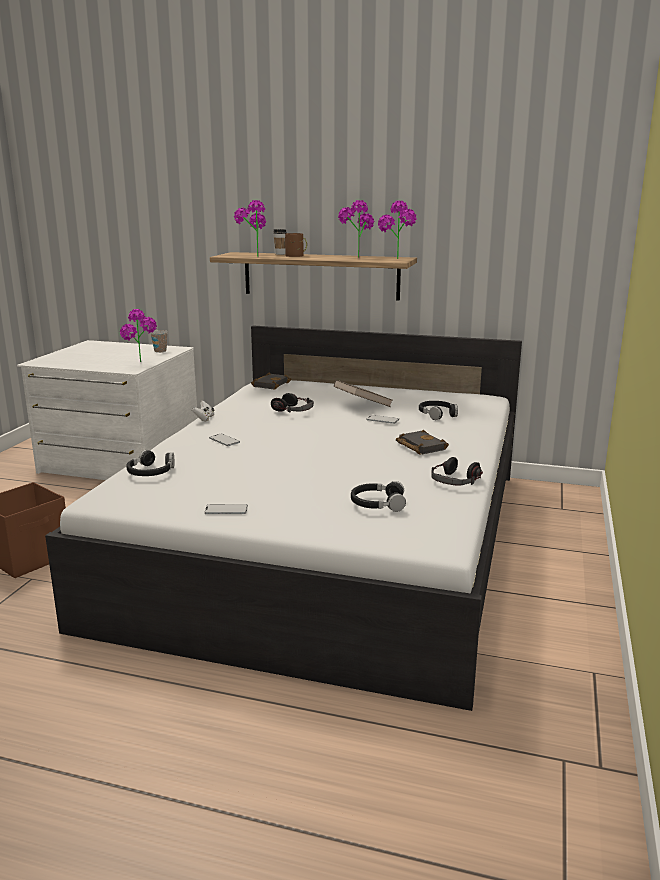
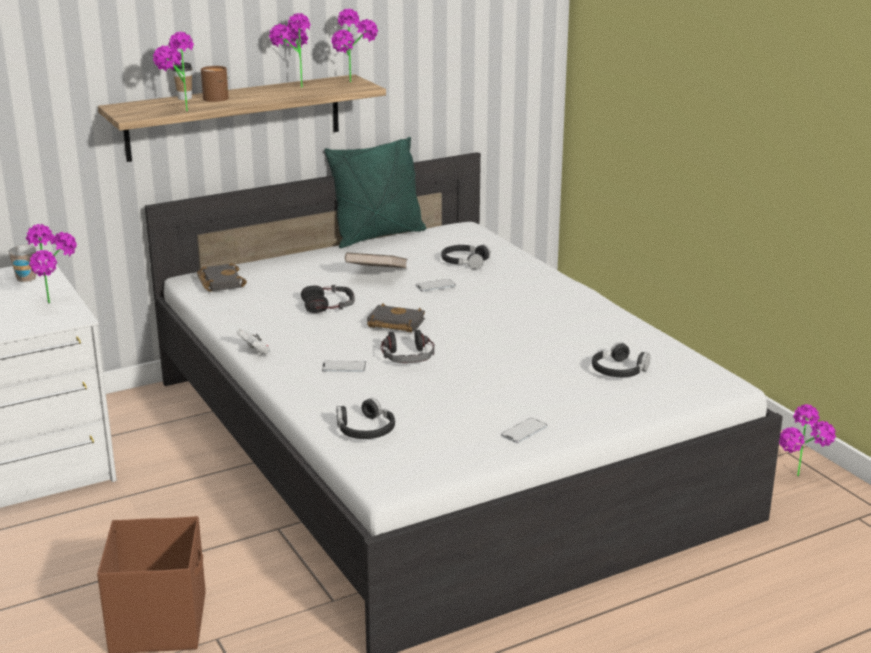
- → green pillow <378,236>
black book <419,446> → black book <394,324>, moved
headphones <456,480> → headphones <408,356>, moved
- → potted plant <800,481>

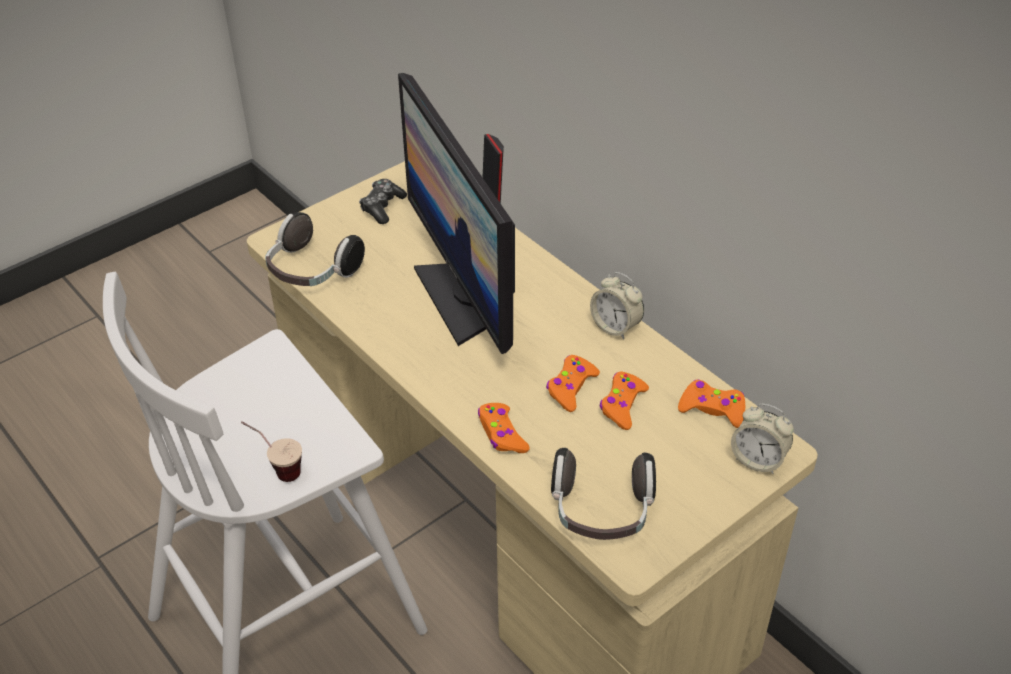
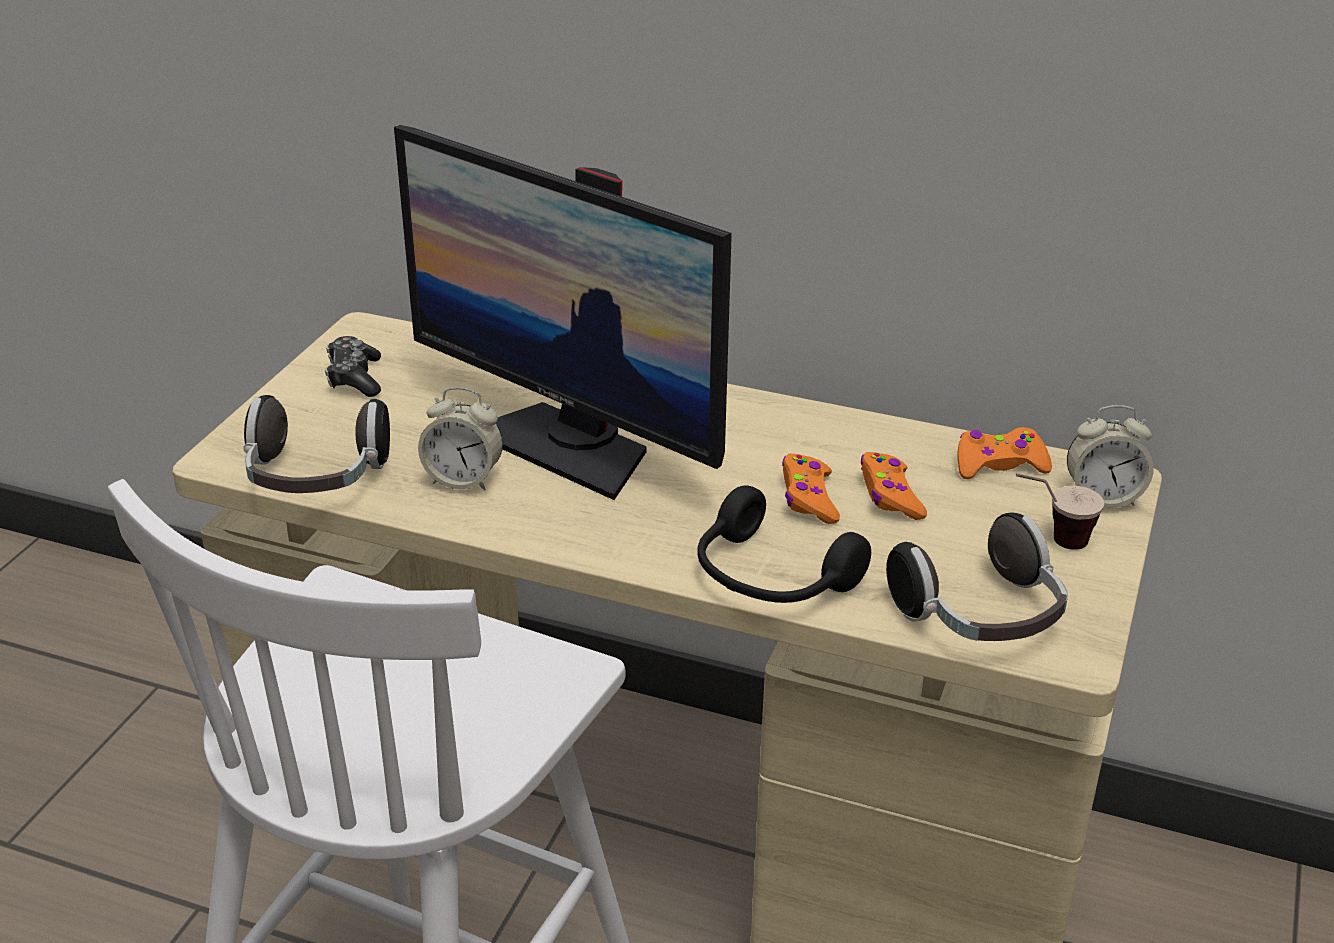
alarm clock <615,327> → alarm clock <463,479>, moved
orange game controller <502,434> → black headphones <770,578>
cup <276,469> → cup <1050,542>, moved

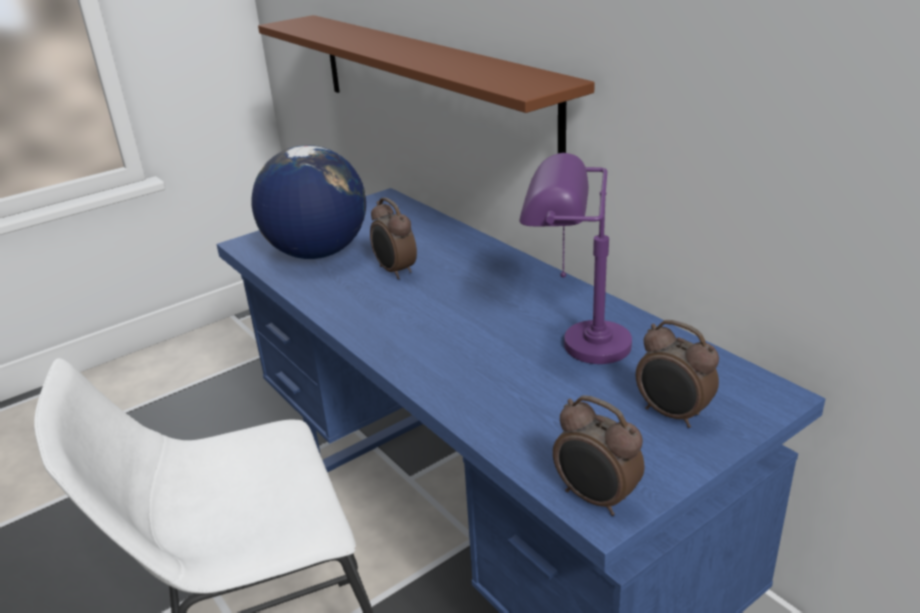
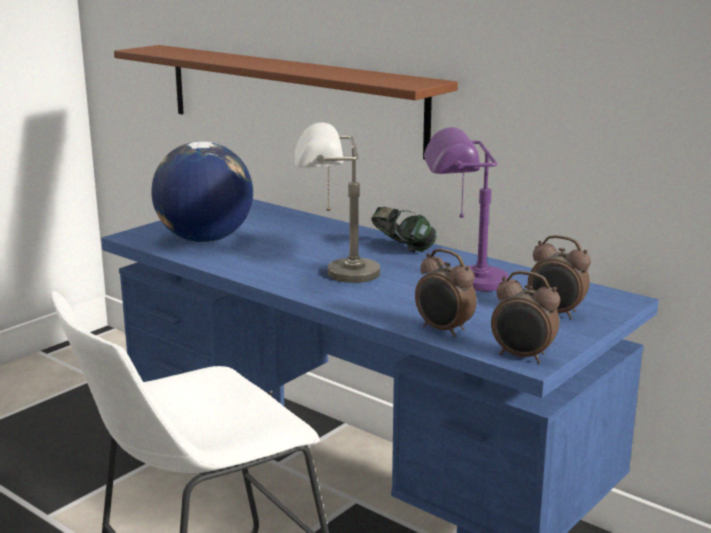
- → grey table lamp <335,274>
- → headphones <402,250>
alarm clock <395,271> → alarm clock <443,330>, moved

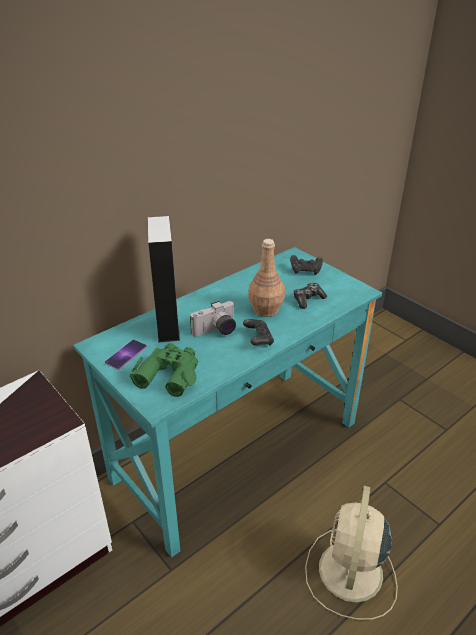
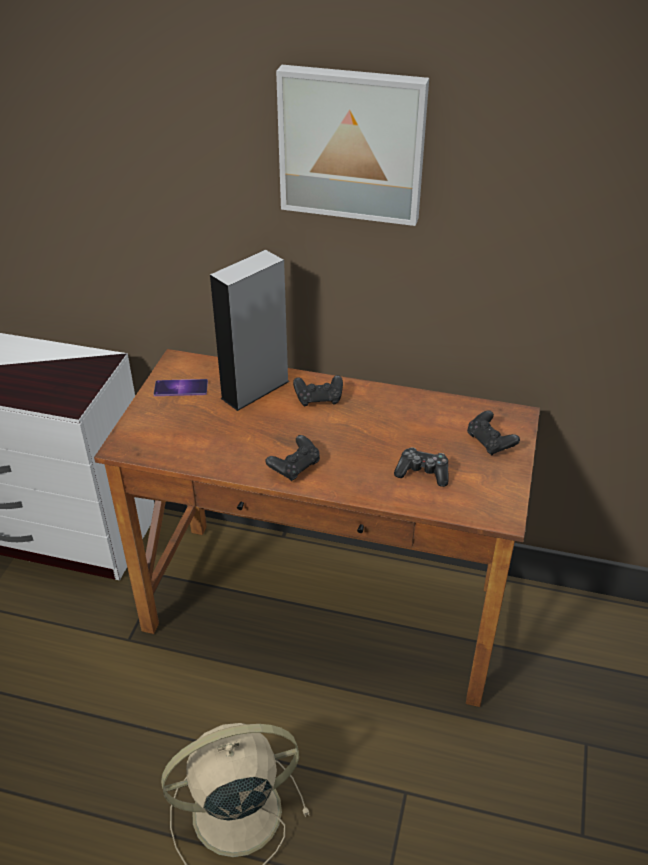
turquoise desk <237,450> → brown desk <324,606>
- → picture <352,144>
- → black game controller <319,399>
green binoculars <169,374> → -
photo camera <216,331> → -
brown bottle <266,309> → -

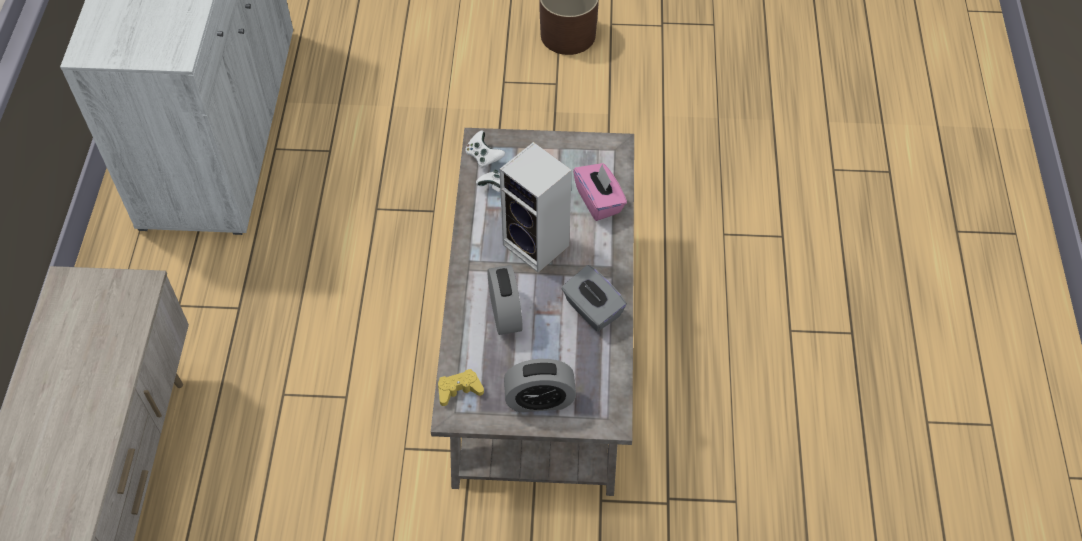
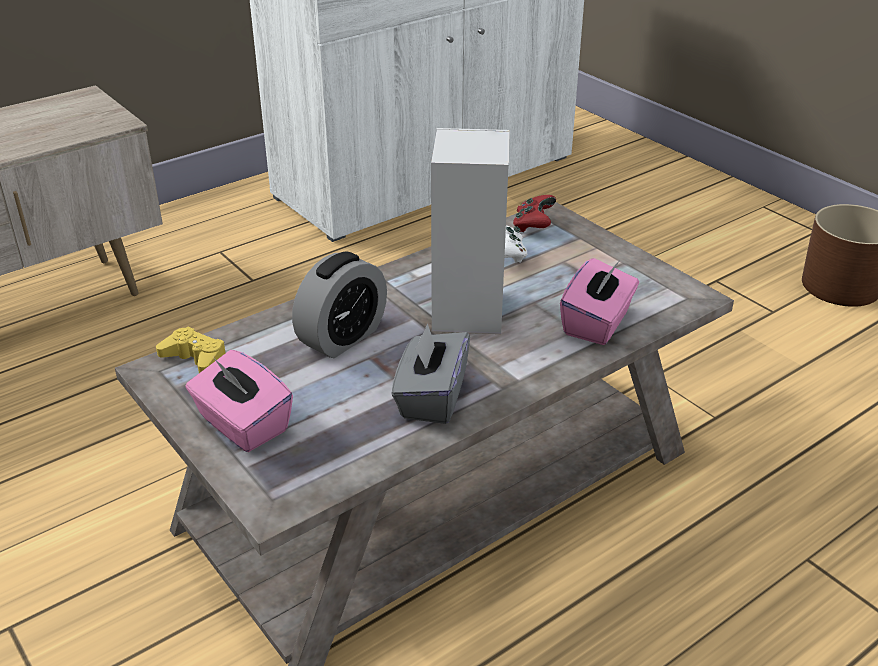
alarm clock <539,400> → pink tissue box <242,425>
white game controller <483,157> → red game controller <533,225>

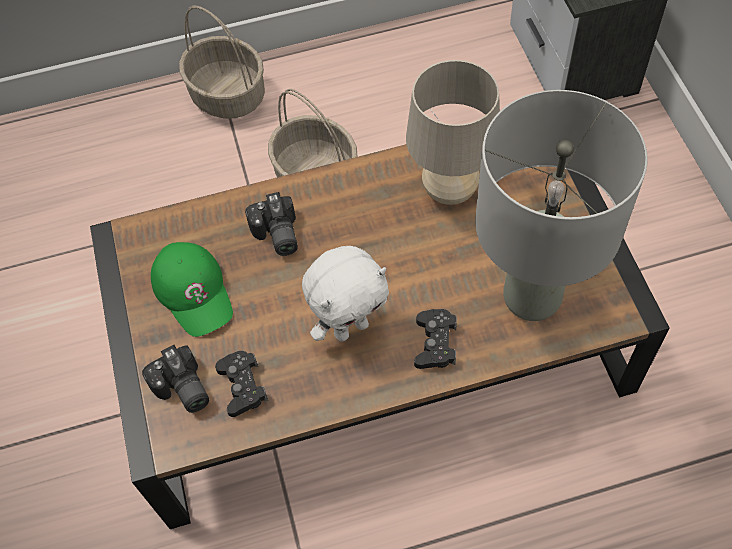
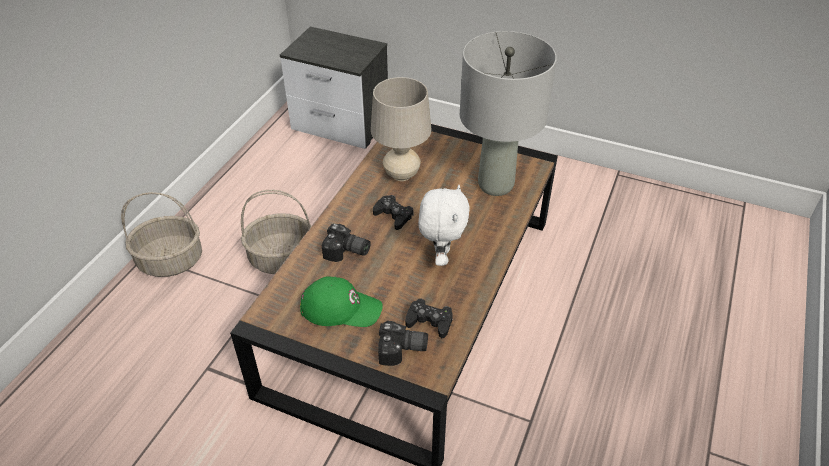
black game controller <435,343> → black game controller <393,216>, moved

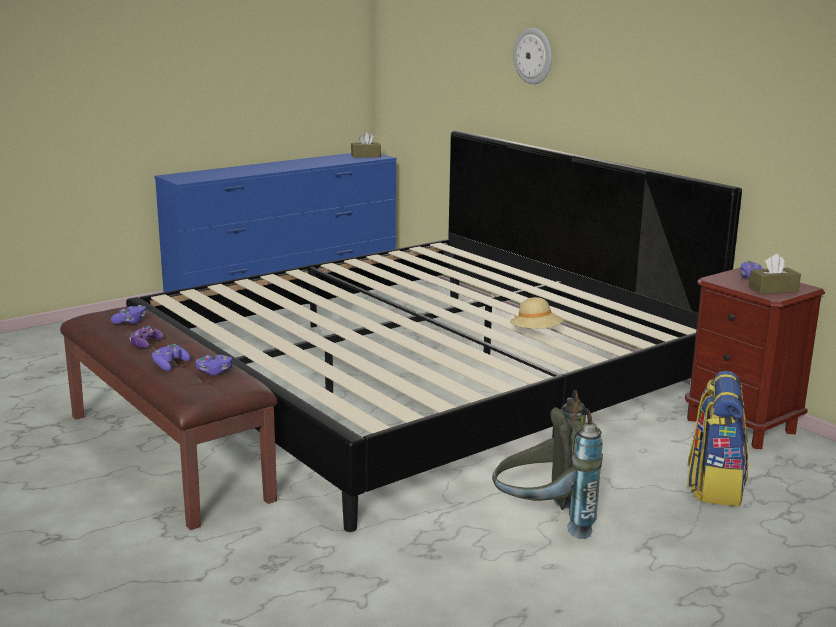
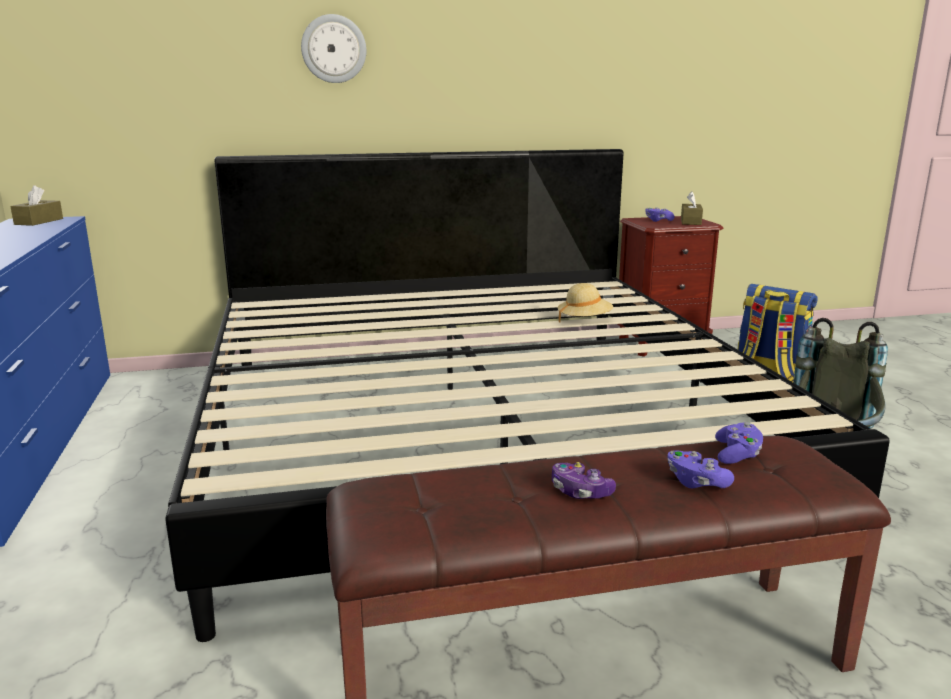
purple game controller <130,322> → -

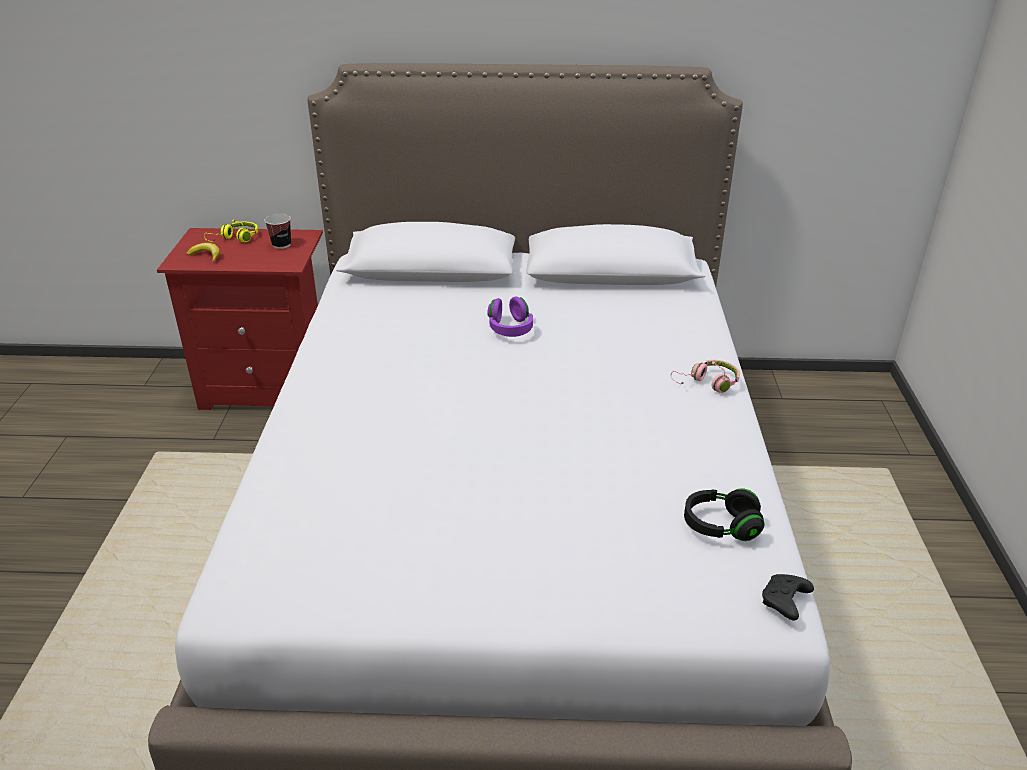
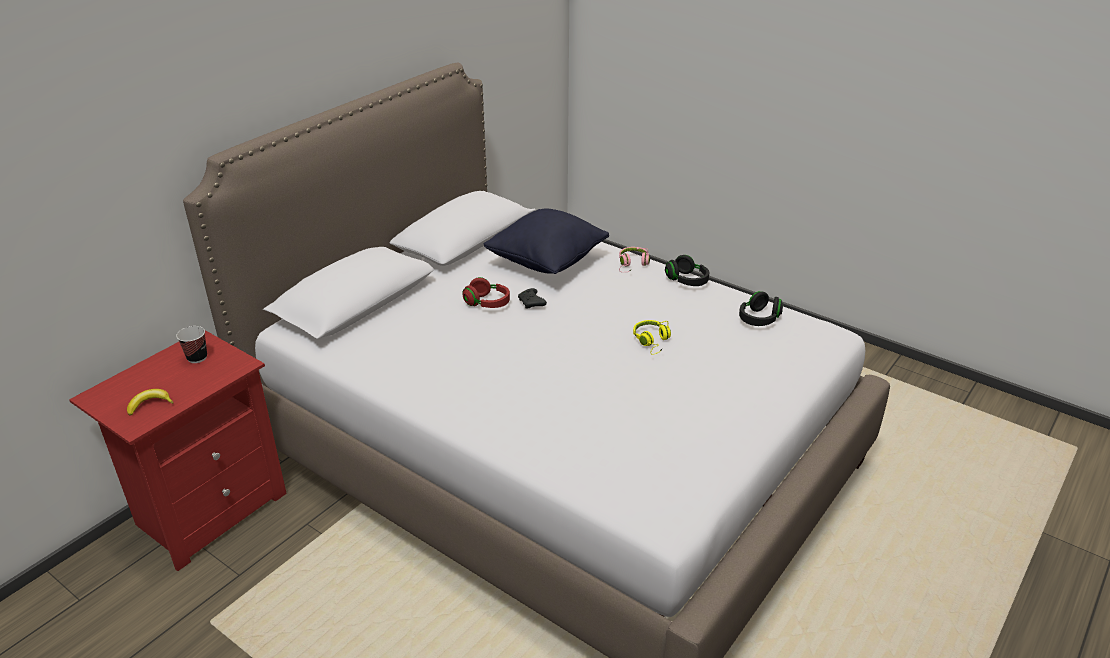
purple headphones <510,329> → red headphones <487,303>
- → black pillow <547,262>
black game controller <785,602> → black game controller <532,303>, moved
yellow headphones <235,239> → yellow headphones <652,341>, moved
- → black headphones <687,281>

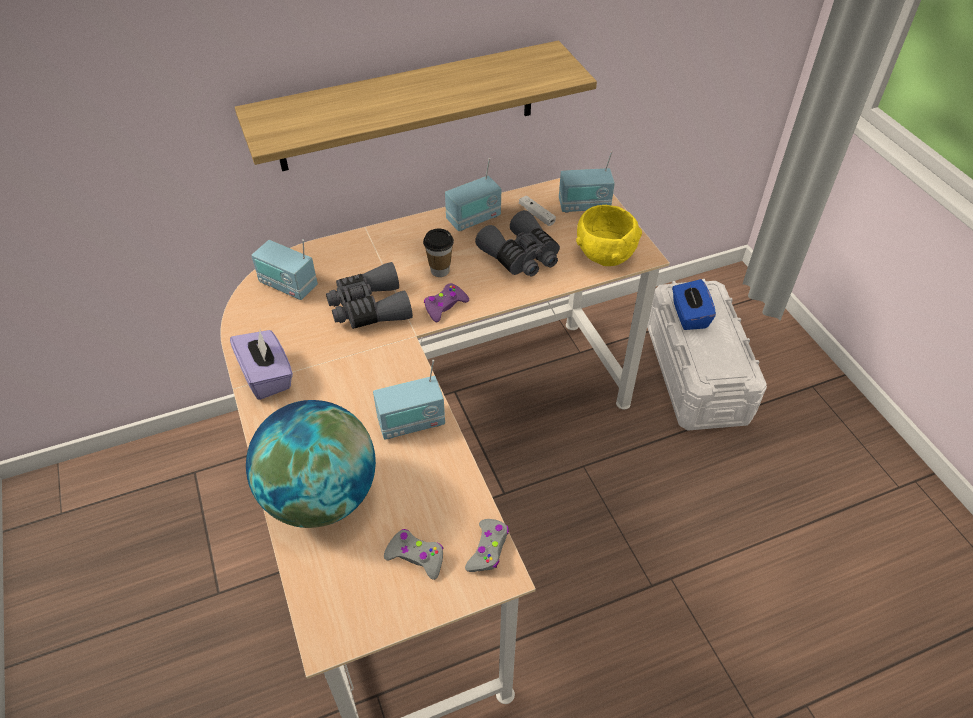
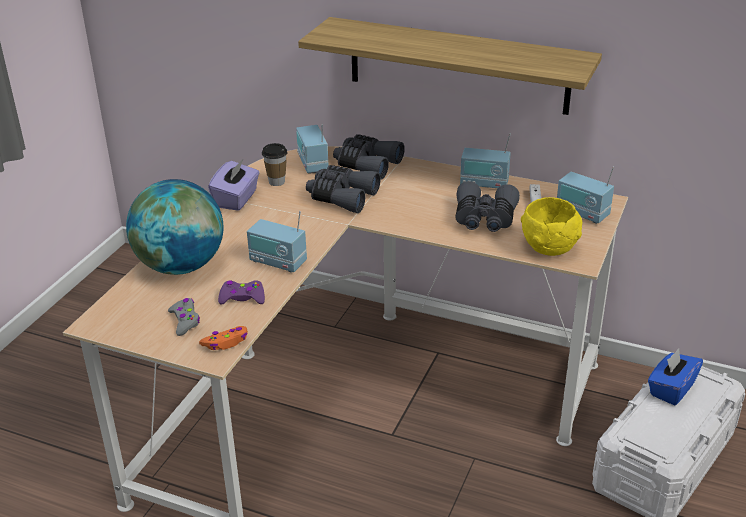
grey game controller <488,549> → orange game controller <226,342>
purple game controller <445,306> → purple game controller <242,298>, moved
cup <440,271> → cup <276,182>, moved
- → grey binoculars <366,164>

